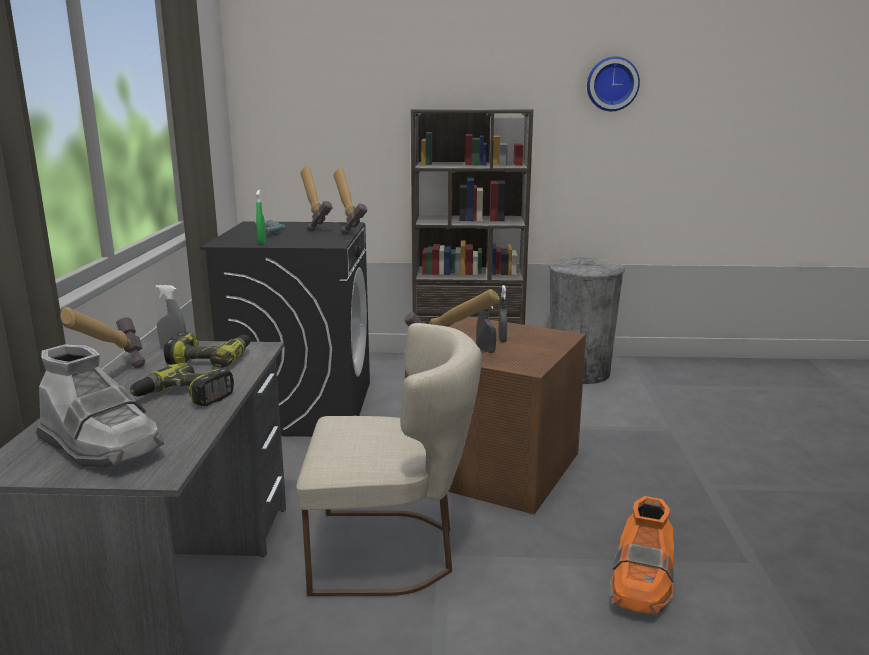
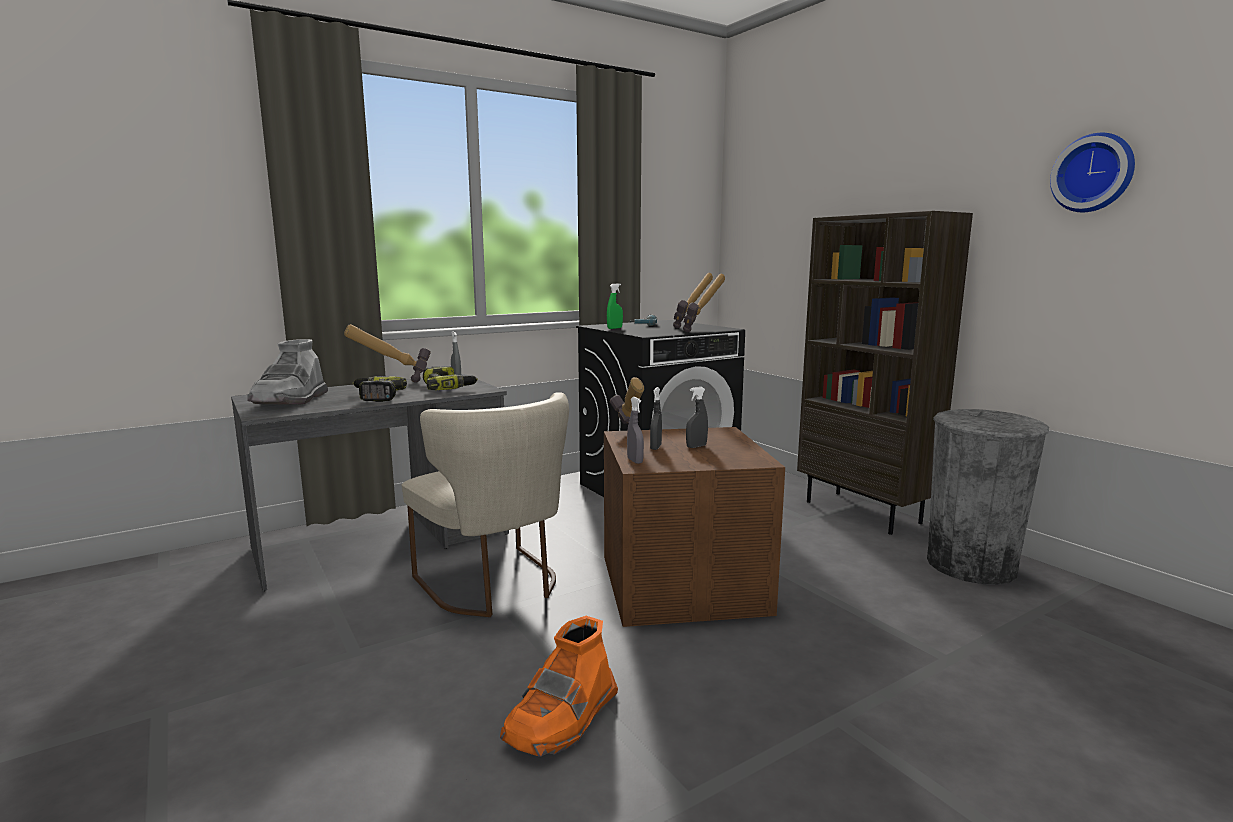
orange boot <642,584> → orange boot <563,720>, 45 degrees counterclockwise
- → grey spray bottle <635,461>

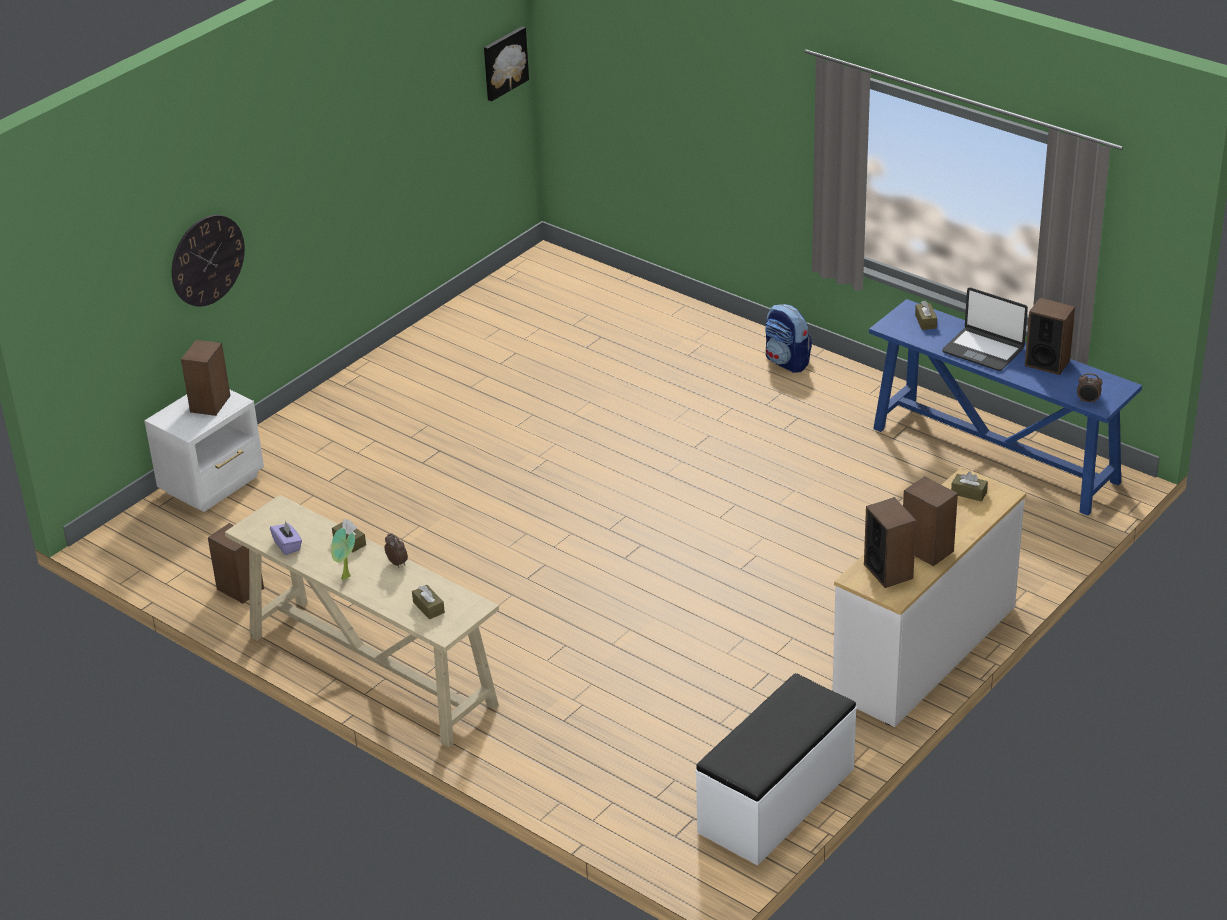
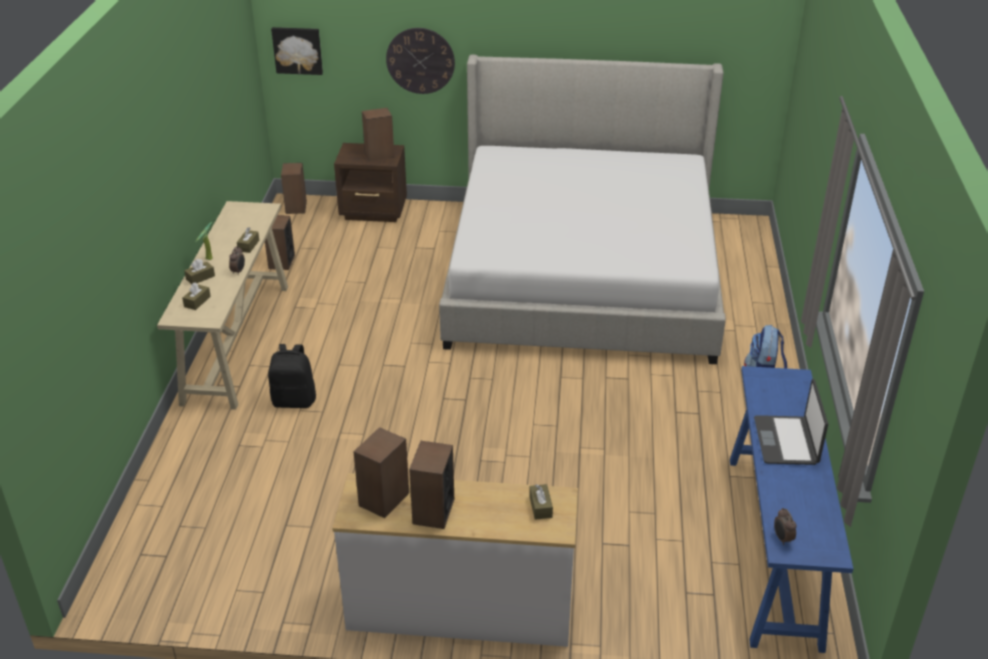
brown tissue box <925,321> → brown tissue box <200,277>, moved
- → black backpack <294,400>
picture <504,62> → picture <297,50>, moved
speaker <1047,363> → speaker <296,207>, moved
white nightstand <214,484> → brown nightstand <374,212>
- → bed <582,276>
purple tissue box <287,546> → -
white bench <777,801> → -

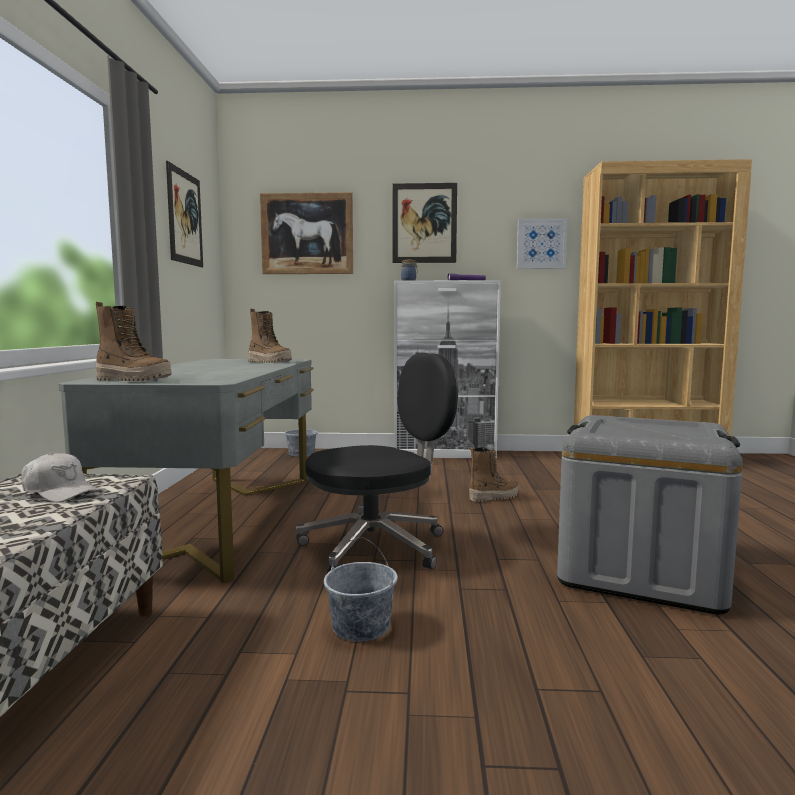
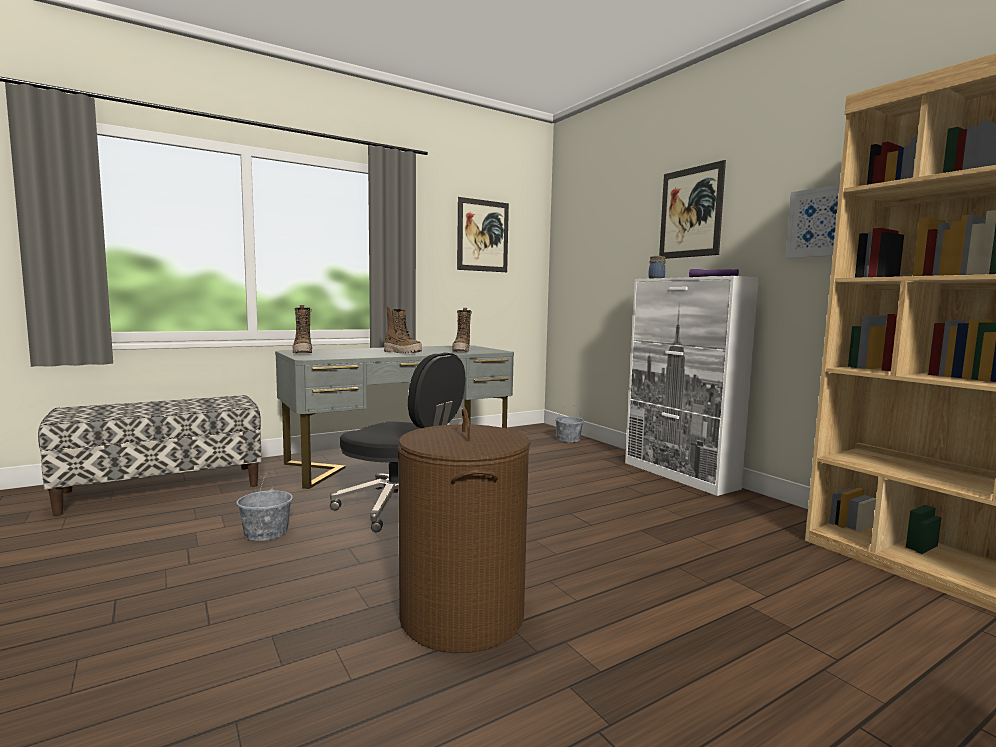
boot <494,497> → boot <402,352>, moved
grey storage box <641,570> → brown laundry basket <462,616>
white cap <60,492> → -
picture <307,234> → -

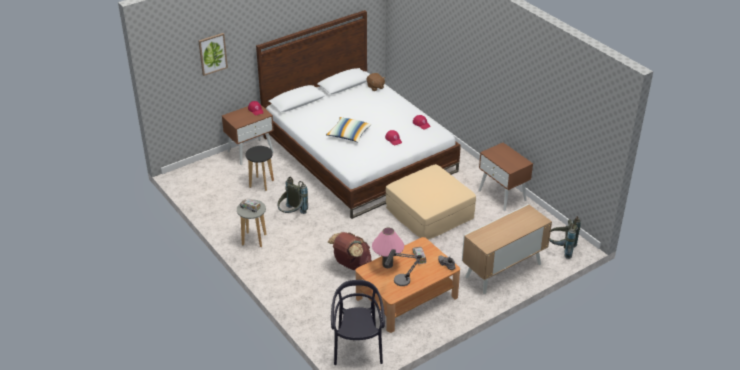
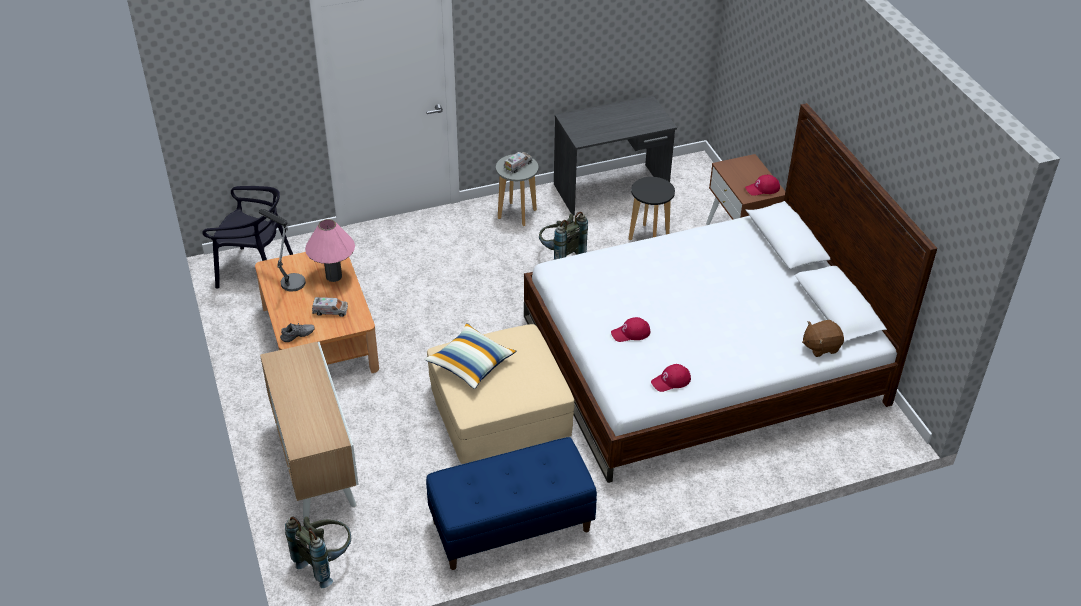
pillow <348,134> → pillow <471,363>, moved
brown nightstand <502,195> → blue bench <511,527>
- → grey desk <611,190>
picture <212,54> → -
brown backpack <351,264> → -

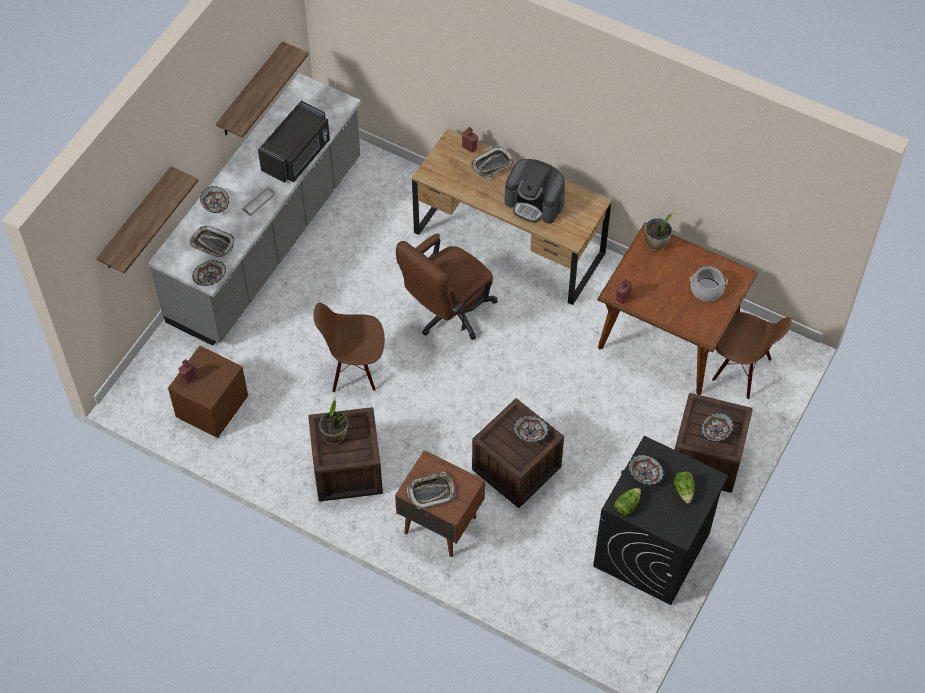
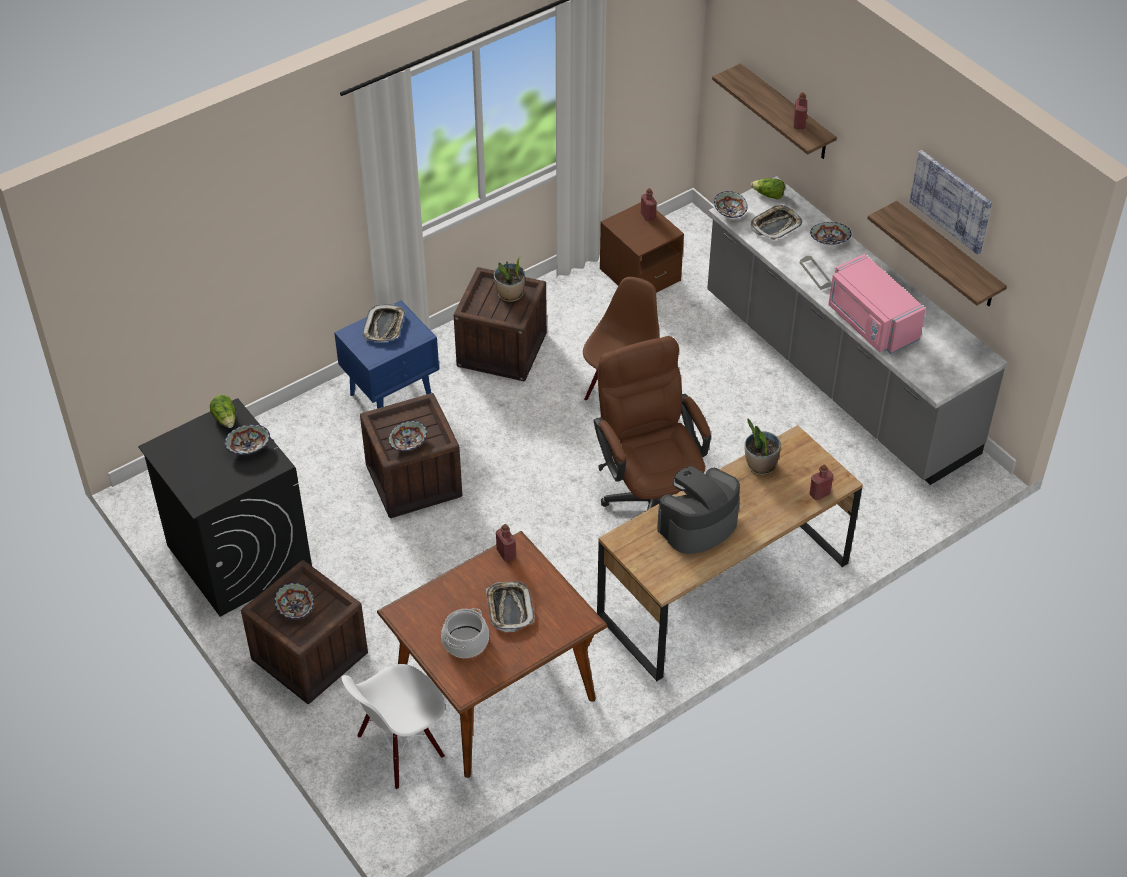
brown nightstand <439,523> → blue nightstand <392,397>
brown chair <741,370> → white chair <400,748>
tray <492,165> → tray <509,609>, moved
potted plant <656,243> → potted plant <760,465>, moved
lettuce <684,490> → lettuce <768,195>, moved
- → red bottle <799,124>
black microwave <297,156> → pink microwave <870,323>
- → picture <951,201>

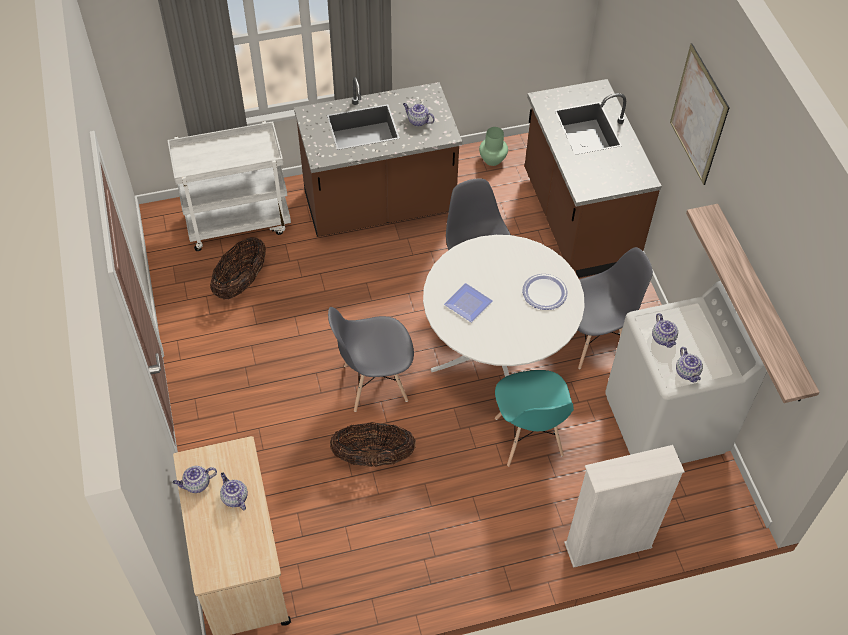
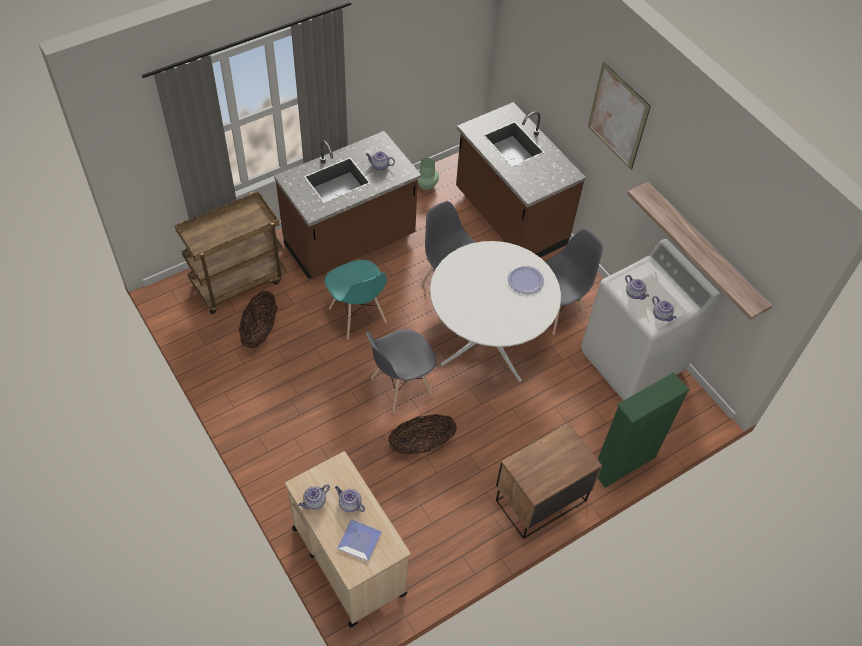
white cart <239,222> → brown cart <238,281>
turquoise chair <528,437> → turquoise chair <357,316>, moved
plate <468,305> → plate <360,542>, moved
- → nightstand <539,499>
white bookcase <608,545> → green bookcase <624,464>

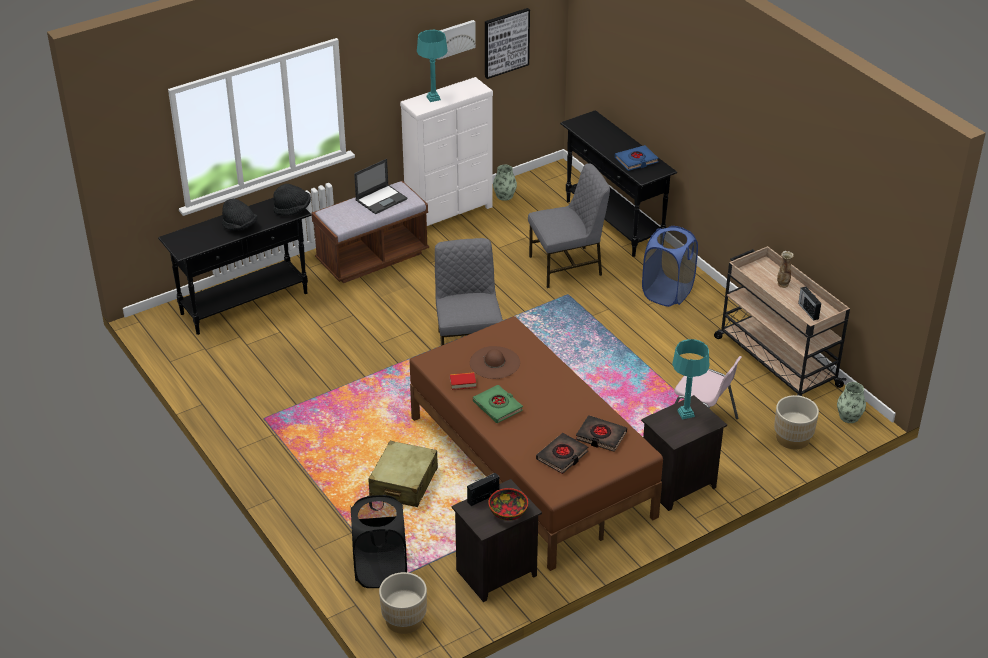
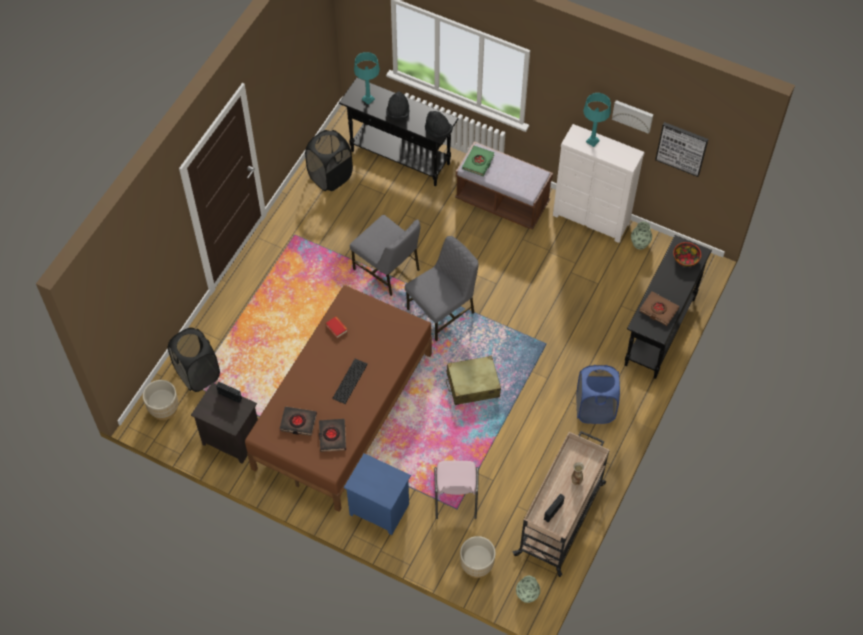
- → black laundry basket <330,176>
- → keyboard <350,381>
black nightstand <677,486> → blue nightstand <378,510>
grey chair <567,266> → grey chair <387,269>, moved
turquoise table lamp <685,413> → turquoise table lamp <368,99>, moved
beige suitcase <403,483> → beige suitcase <472,385>, moved
green book <498,406> → green book <478,162>, moved
blue book <636,160> → brown book <658,310>
bowl <508,512> → bowl <686,259>, moved
laptop <381,199> → -
brown hat <495,363> → -

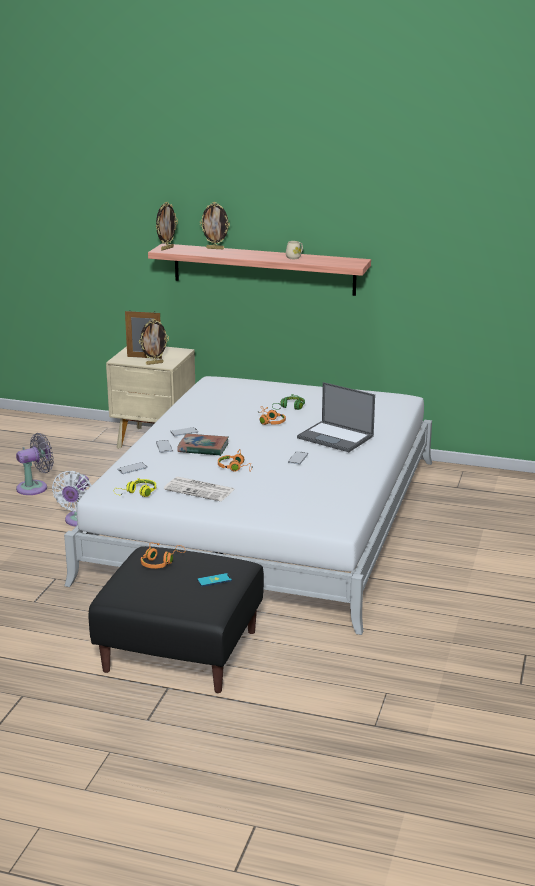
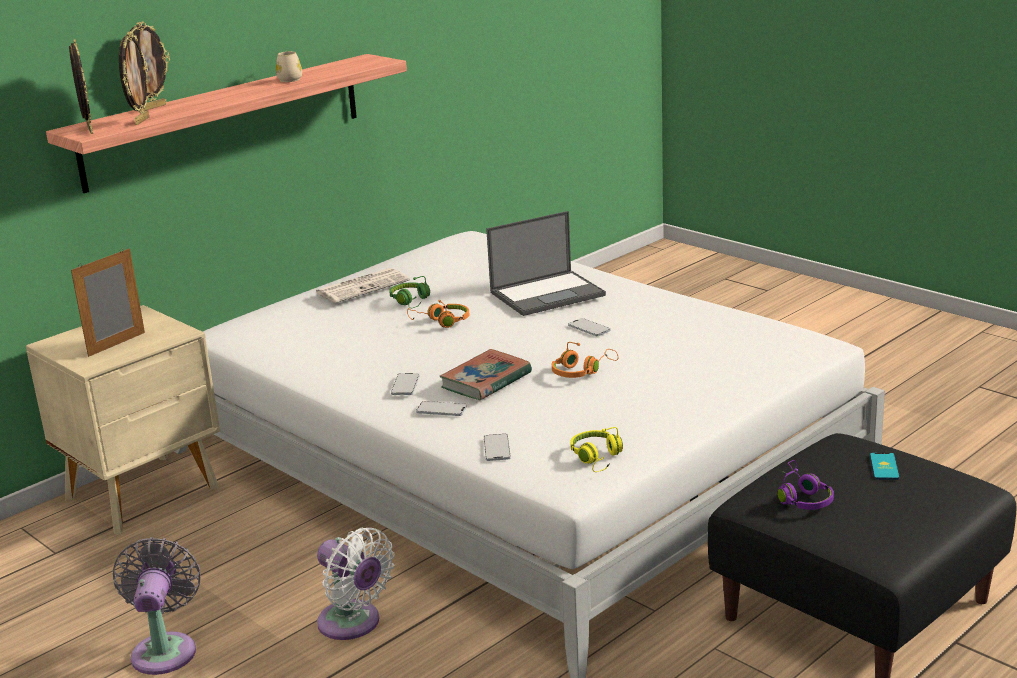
picture frame <154,363> → picture frame <141,121>, moved
newspaper <200,490> → newspaper <363,286>, moved
orange headphones <161,562> → purple headphones <801,497>

